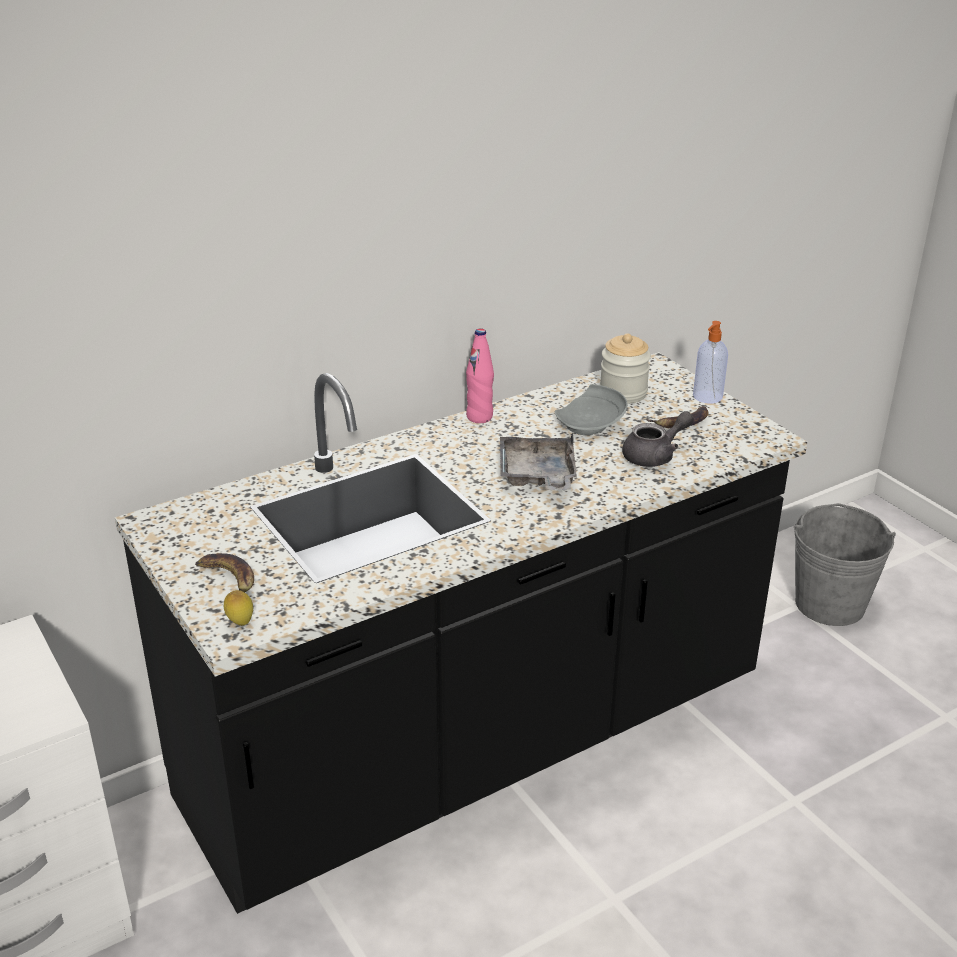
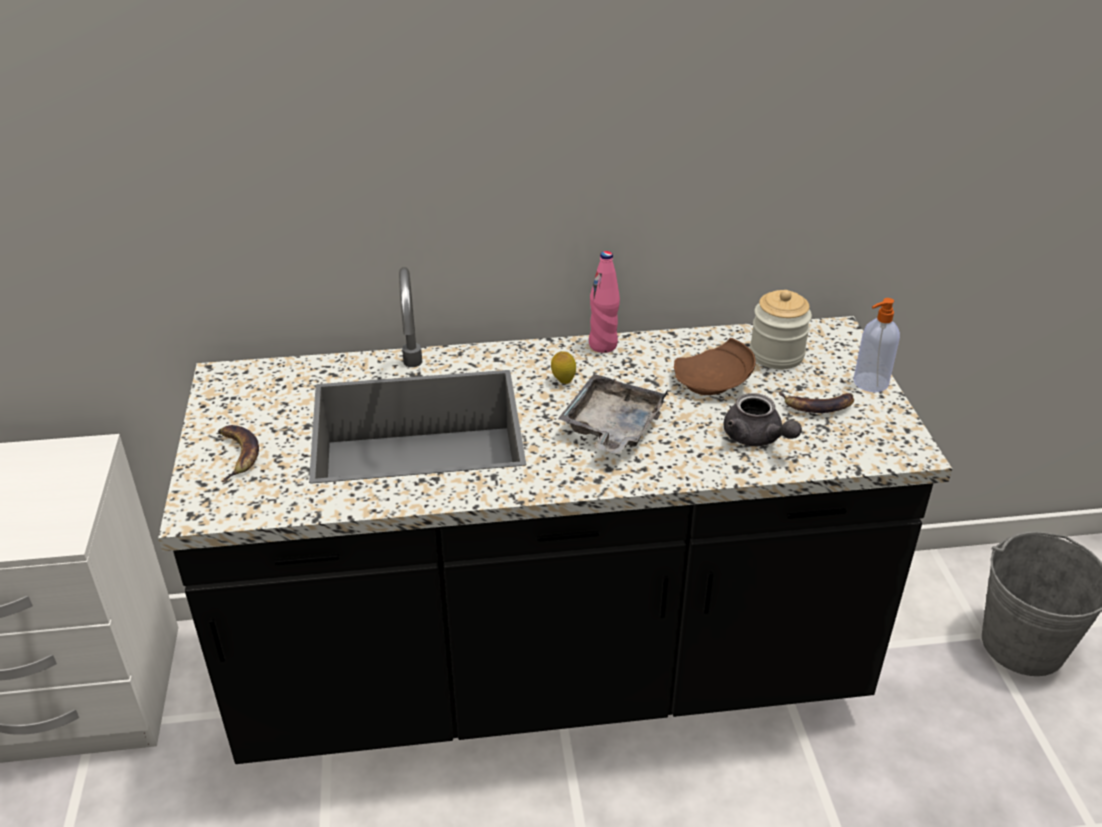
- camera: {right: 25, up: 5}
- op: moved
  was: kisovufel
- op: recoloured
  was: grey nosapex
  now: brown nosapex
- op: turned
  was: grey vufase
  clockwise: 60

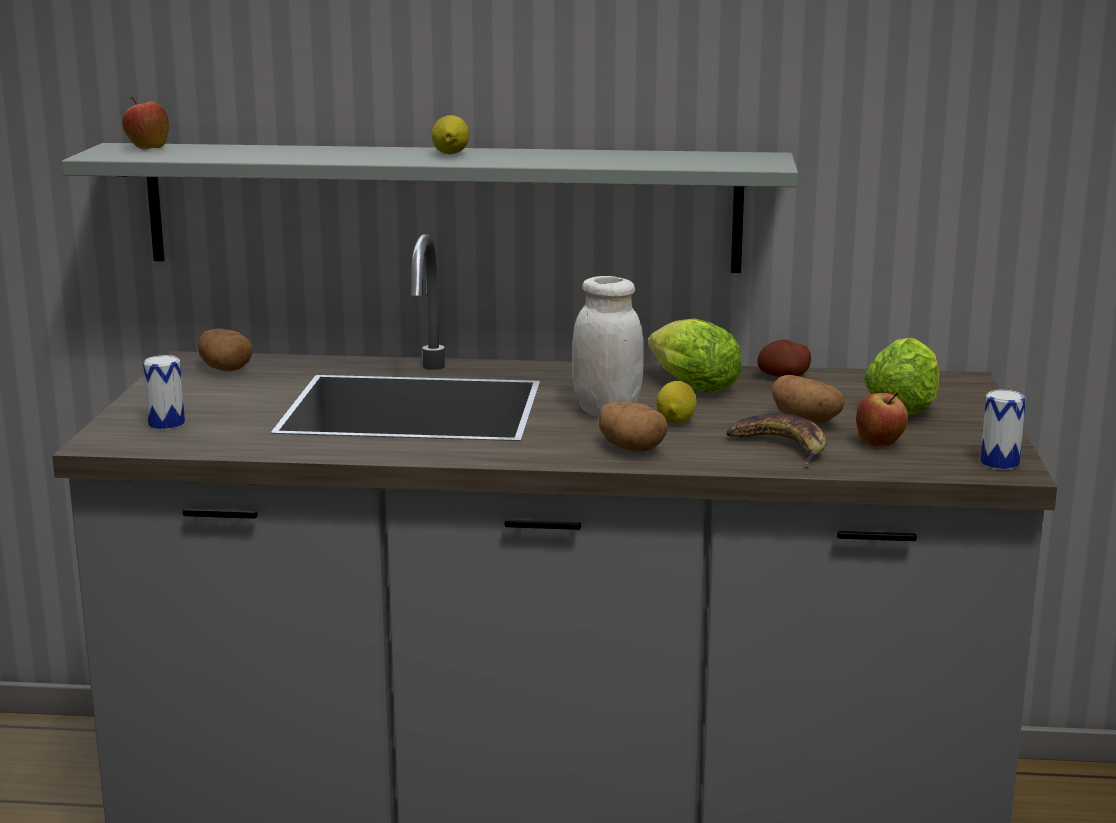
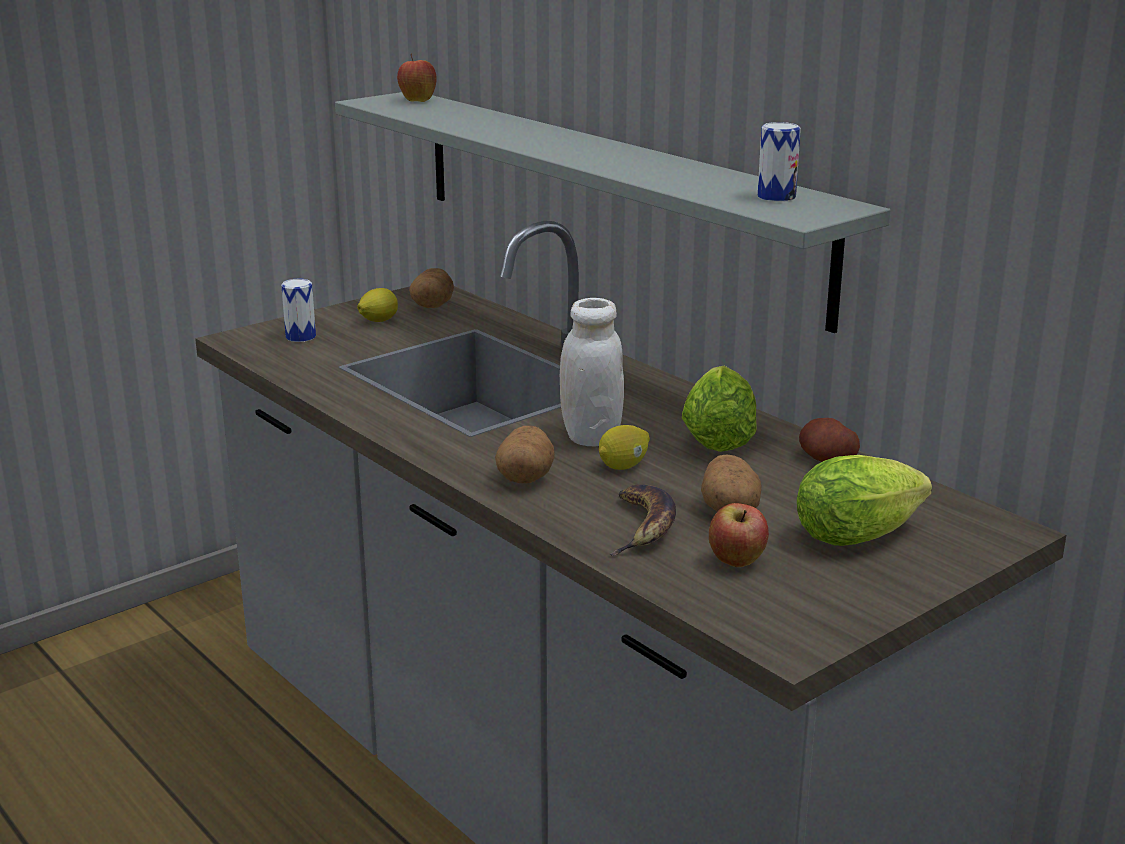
- camera: {right: 45, up: 5}
- op: moved
  was: kisovufel (1st from left)
- op: moved
  was: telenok (2nd from left)

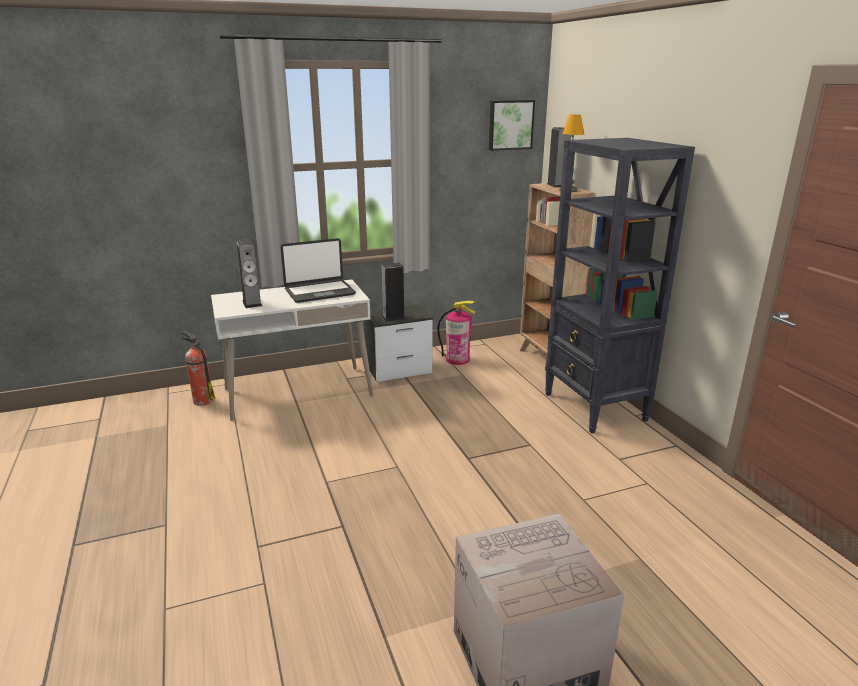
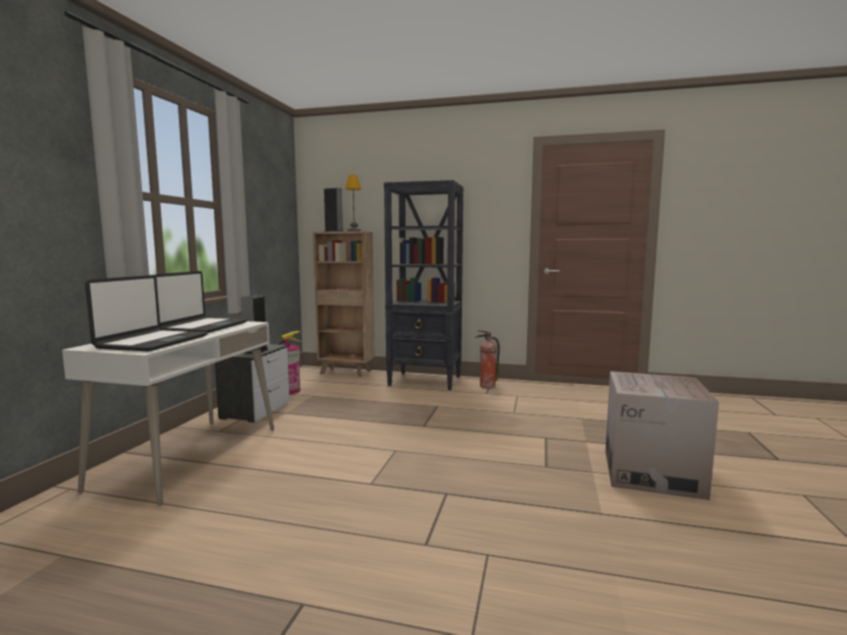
- camera: {right: -55, up: -15}
- op: removed
  was: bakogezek
- op: moved
  was: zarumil (1st from left in the first image)
  now: zarumil (2nd from left)
- op: replaced
  was: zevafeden (1st from left)
  now: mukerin (1st from left)

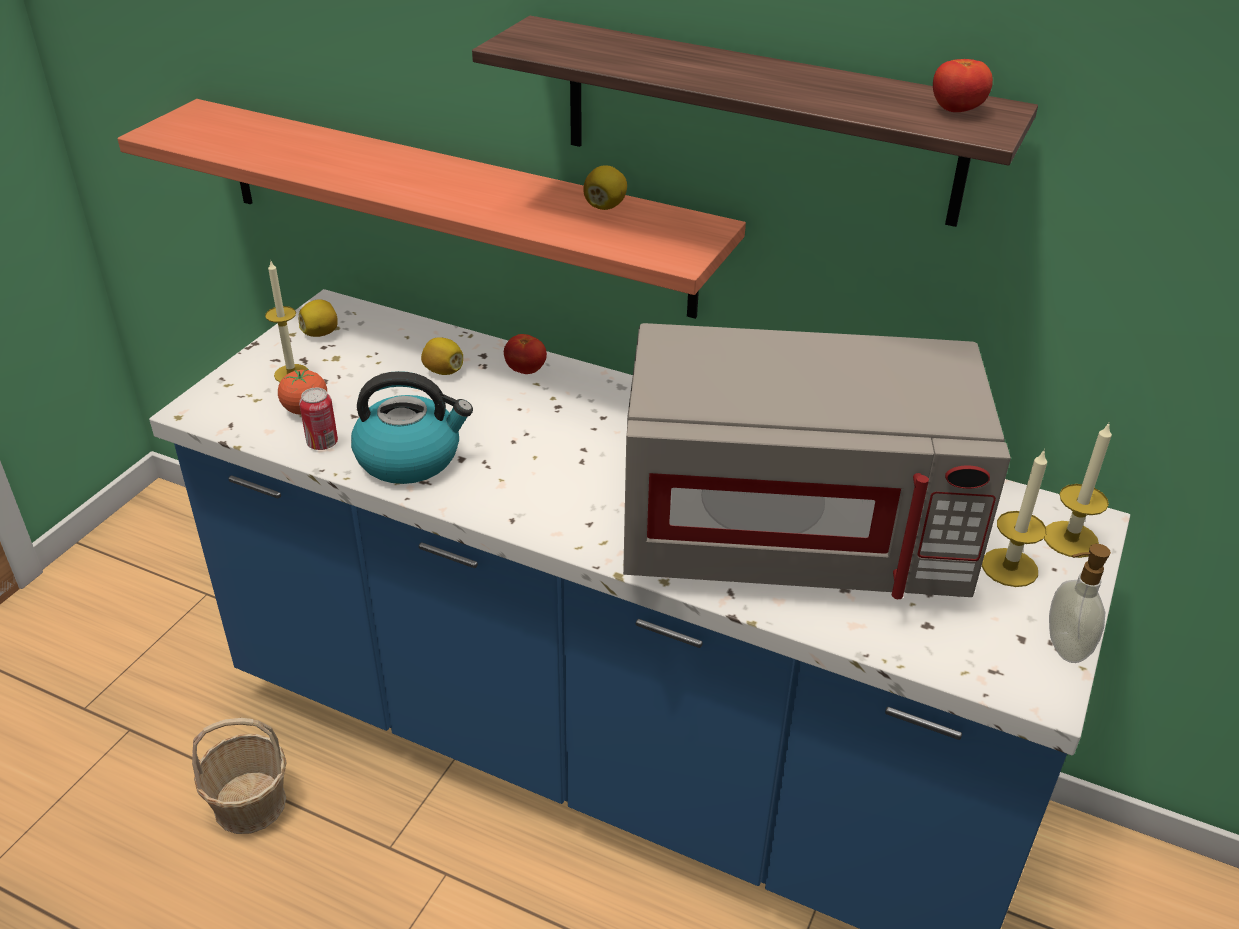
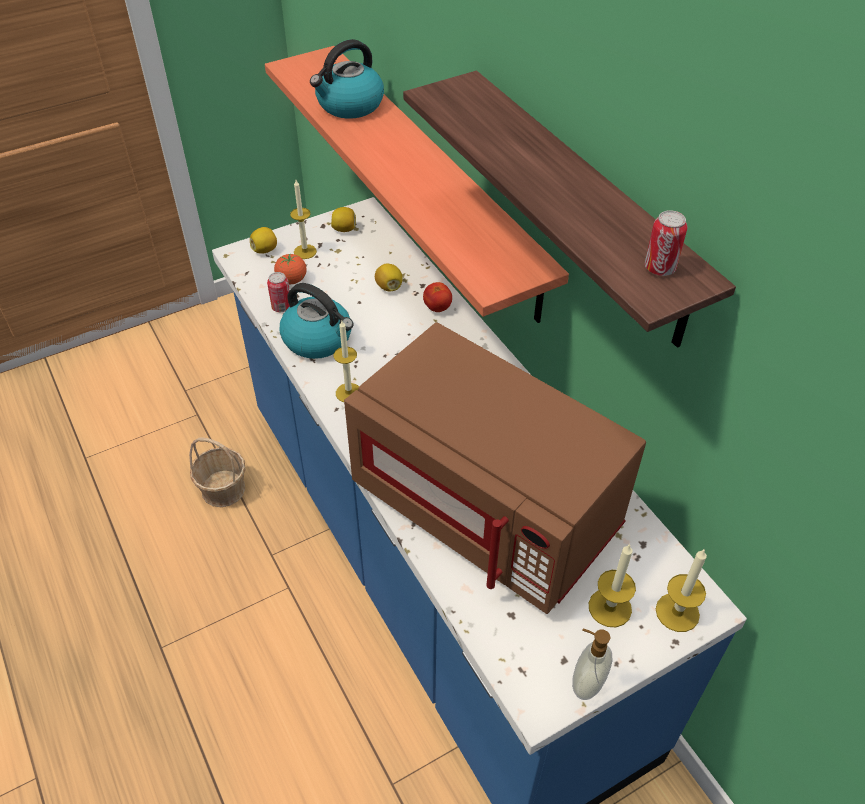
- camera: {right: 35, up: 10}
- op: added
  now: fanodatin (2nd from left)
- op: added
  now: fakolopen (2nd from left)
- op: moved
  was: kisovufel (3rd from left in the first image)
  now: kisovufel (1st from left)
- op: replaced
  was: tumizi (3rd from left)
  now: telenok (2nd from left)
- op: recoloured
  was: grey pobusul
  now: brown pobusul

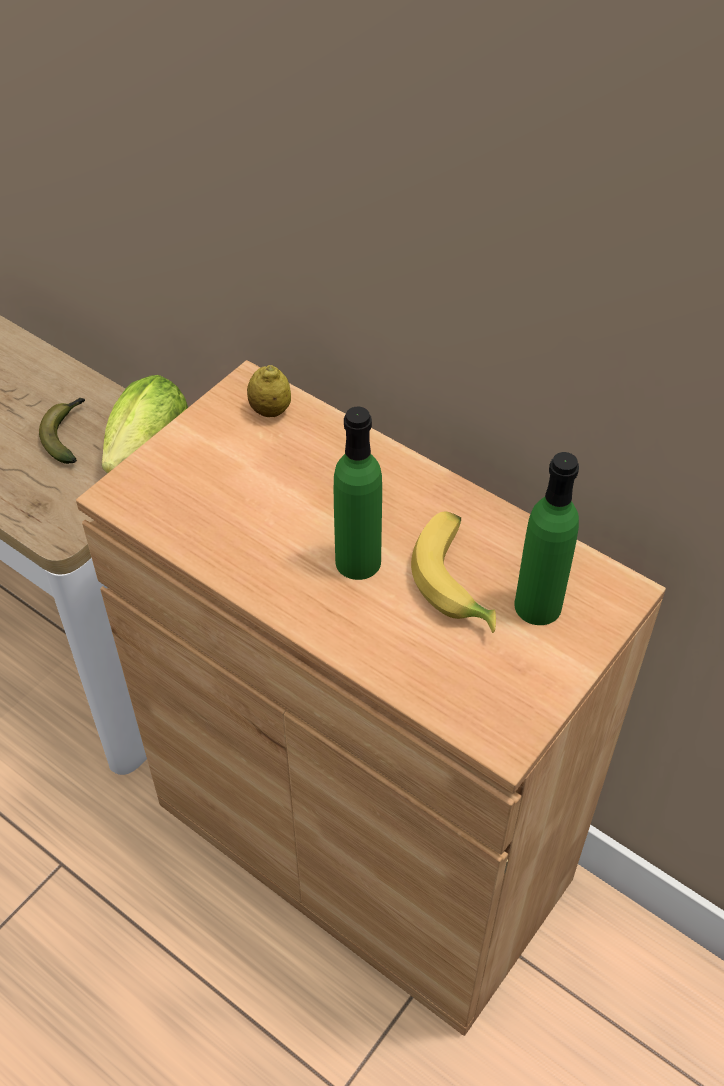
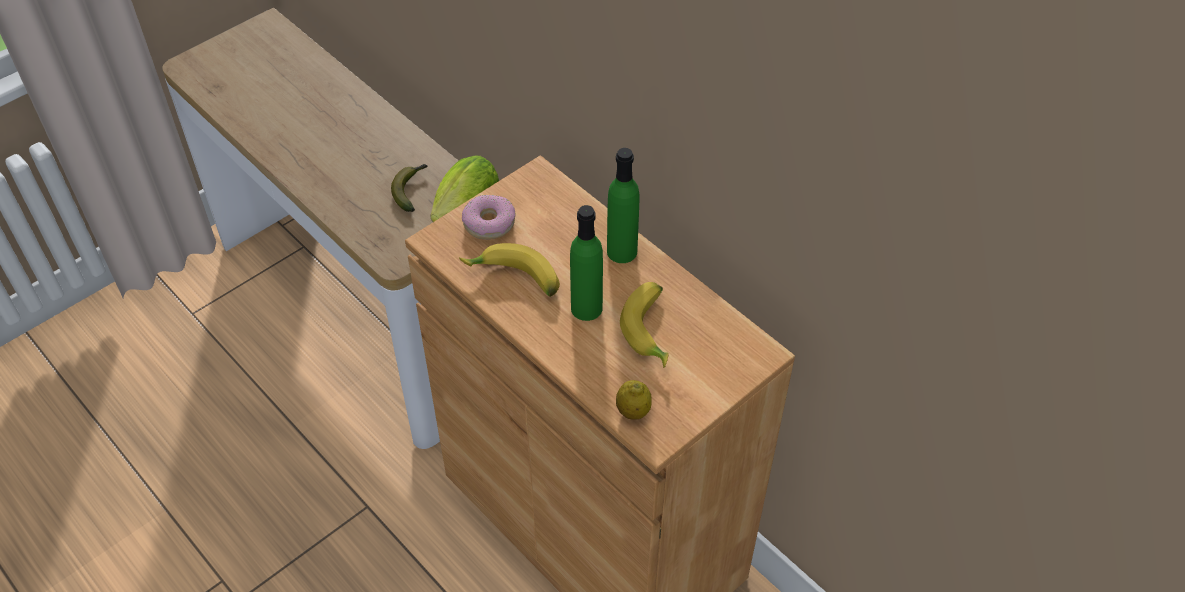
- camera: {right: 10, up: 0}
- op: added
  now: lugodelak (2nd from left)
- op: added
  now: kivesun
- op: moved
  was: kisovufel
- op: moved
  was: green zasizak (2nd from left)

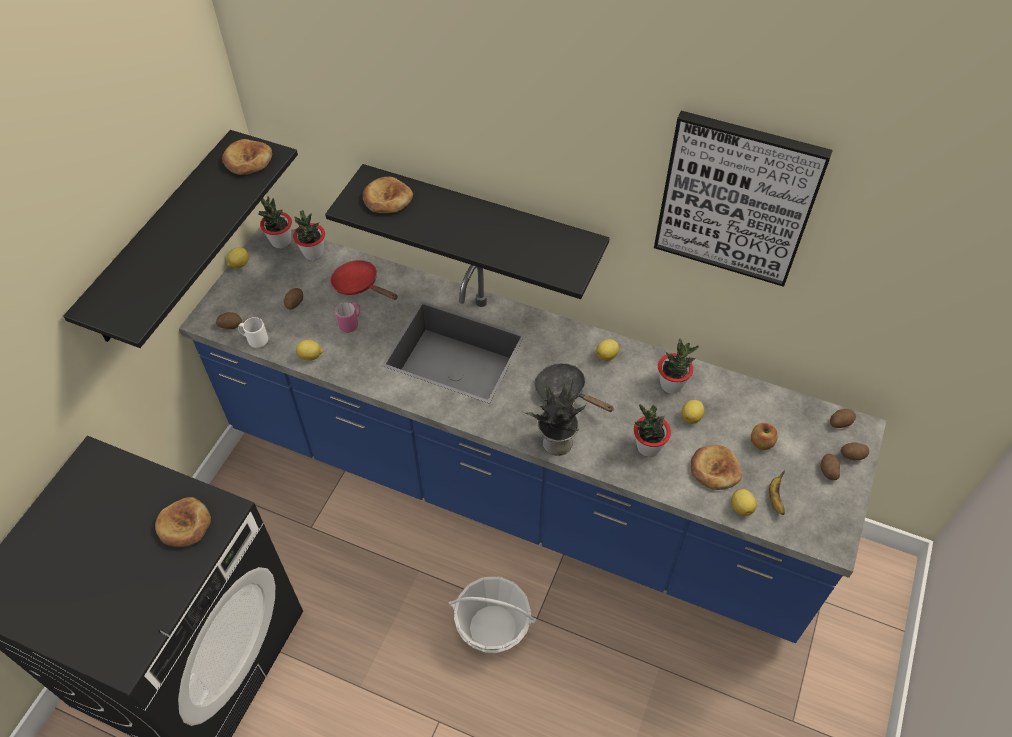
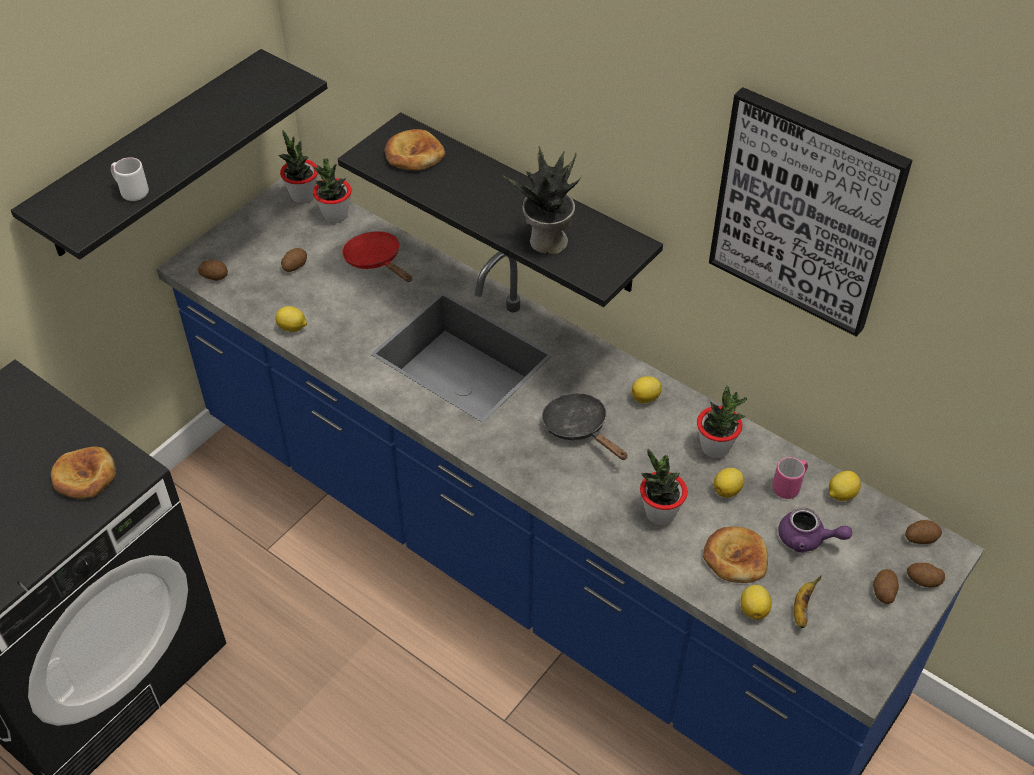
- camera: {right: 15, up: -5}
- op: removed
  was: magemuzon (2nd from left)
- op: removed
  was: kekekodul
- op: moved
  was: kisovufel (1st from left in the first image)
  now: kisovufel (5th from left)
- op: moved
  was: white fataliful
- op: moved
  was: pink fataliful
- op: moved
  was: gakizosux (3rd from left)
- op: replaced
  was: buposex
  now: purple vufase

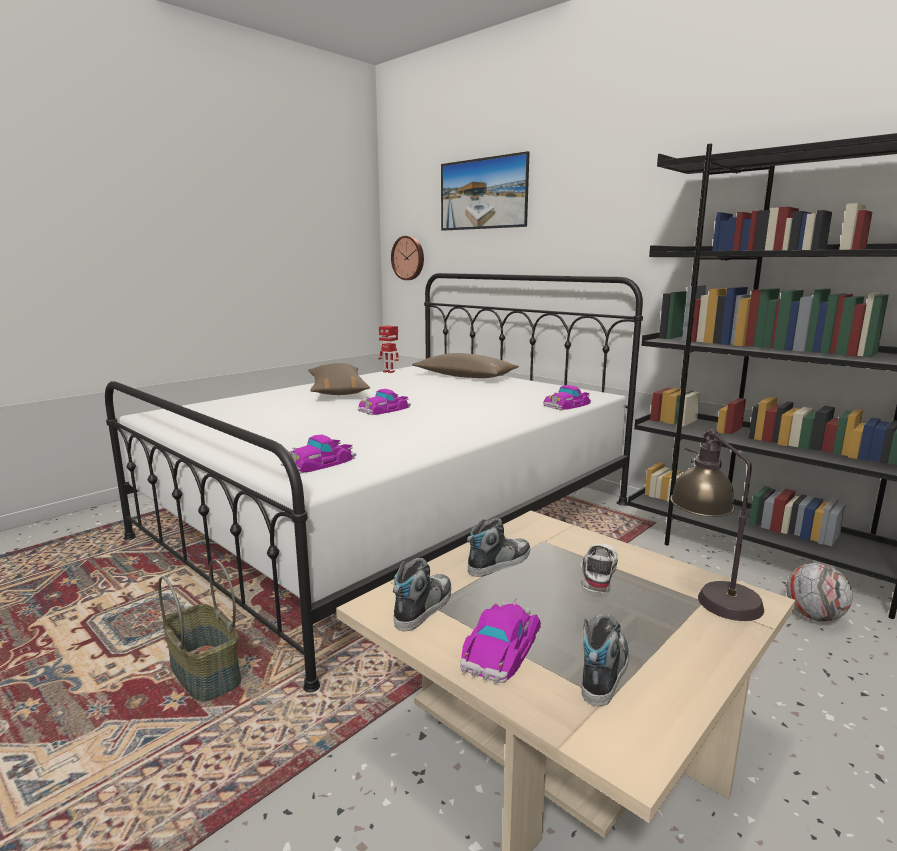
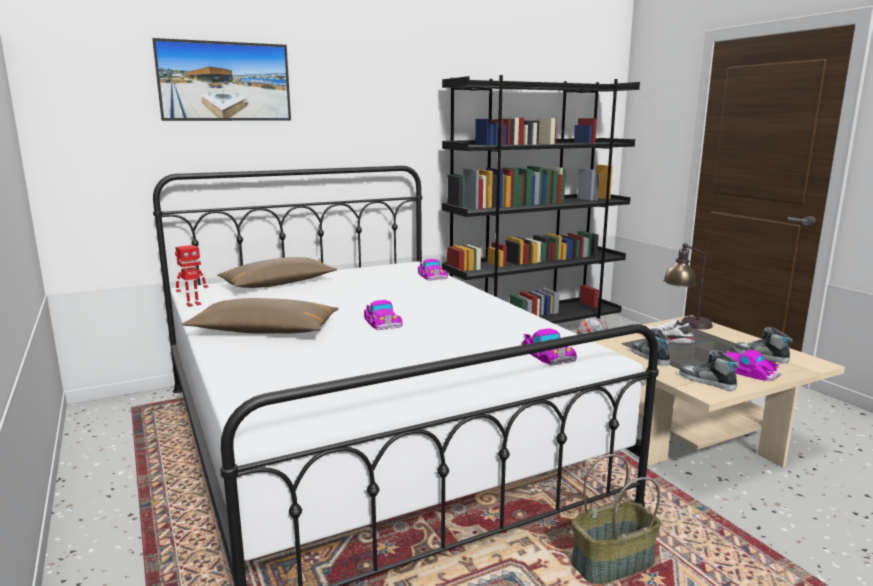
- camera: {right: -70, up: 0}
- op: removed
  was: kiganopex

